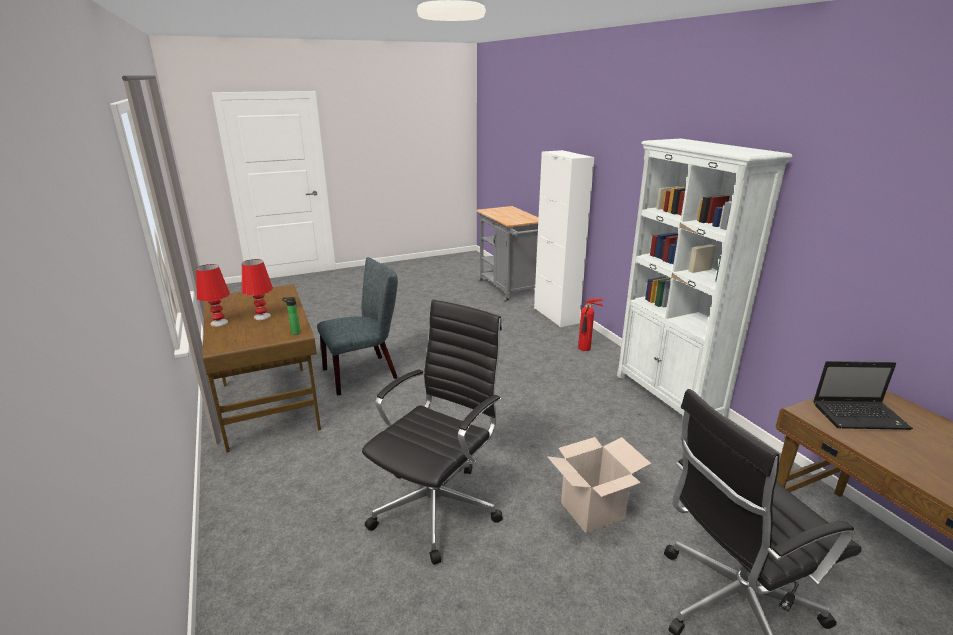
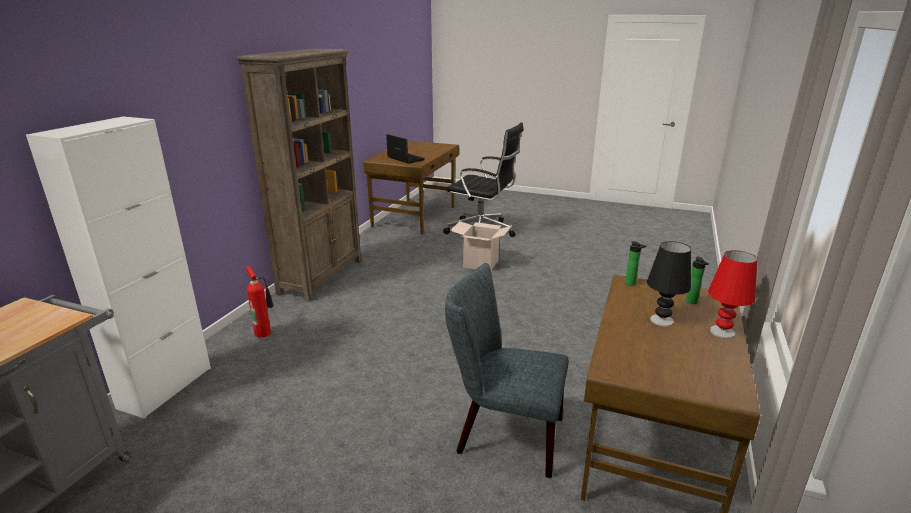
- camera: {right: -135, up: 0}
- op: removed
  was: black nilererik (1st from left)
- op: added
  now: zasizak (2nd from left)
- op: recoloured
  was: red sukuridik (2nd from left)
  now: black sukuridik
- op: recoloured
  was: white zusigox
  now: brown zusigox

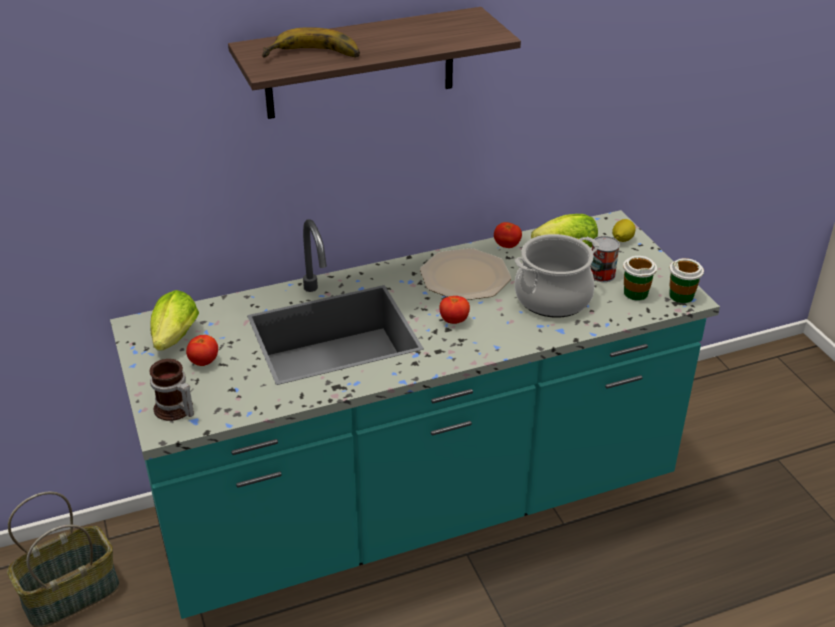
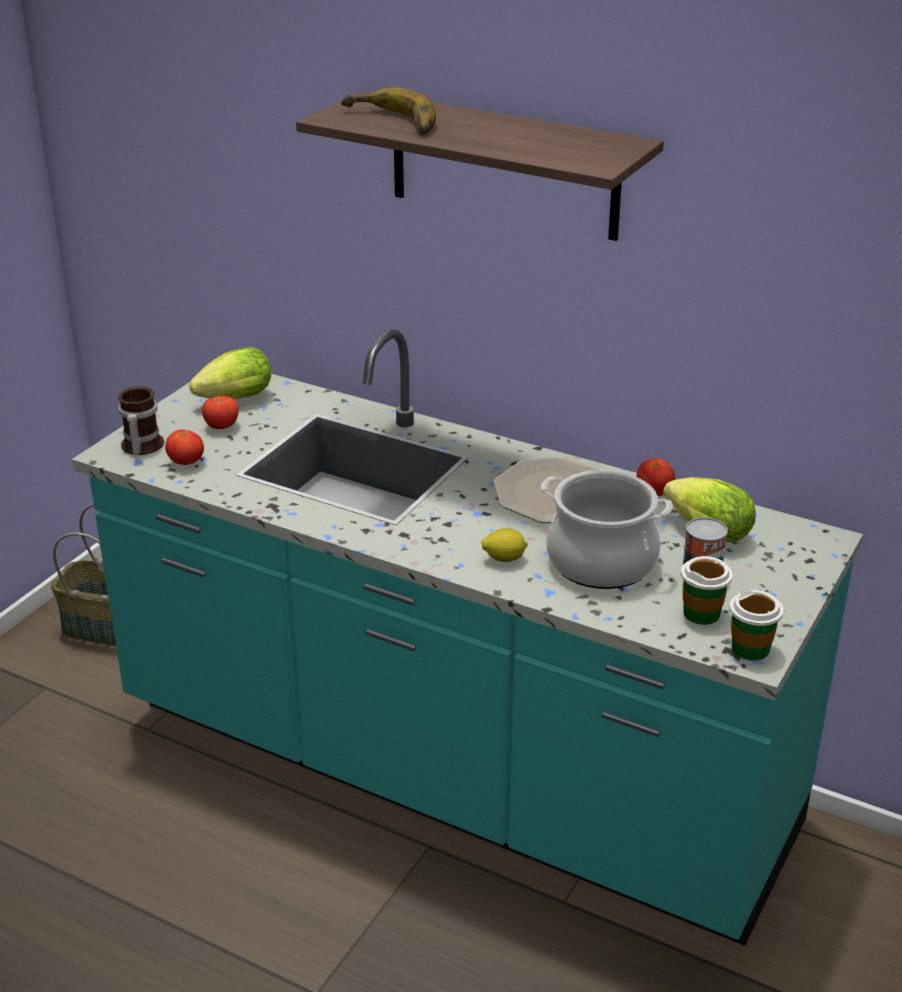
- camera: {right: 50, up: -5}
- op: moved
  was: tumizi (2nd from left in the first image)
  now: tumizi (1st from left)
- op: moved
  was: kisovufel

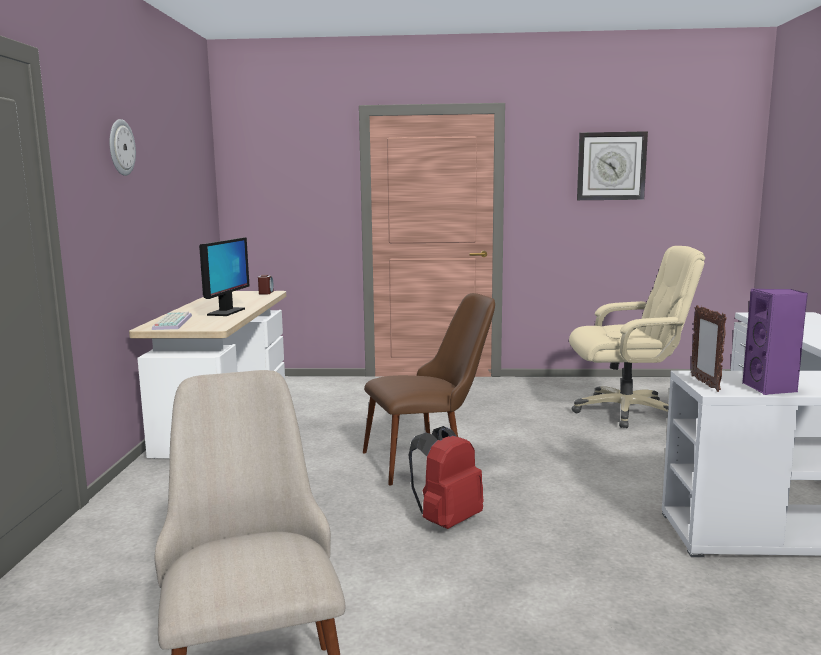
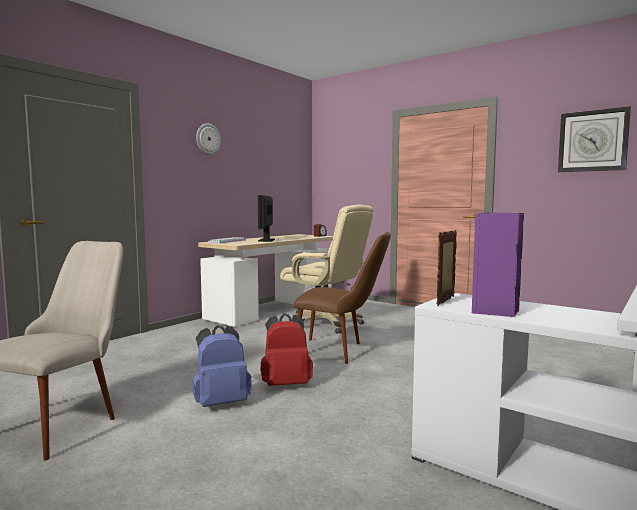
- camera: {right: 35, up: -5}
- op: added
  now: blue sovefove
- op: moved
  was: beige nilererik
- op: turned
  was: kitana
  clockwise: 135

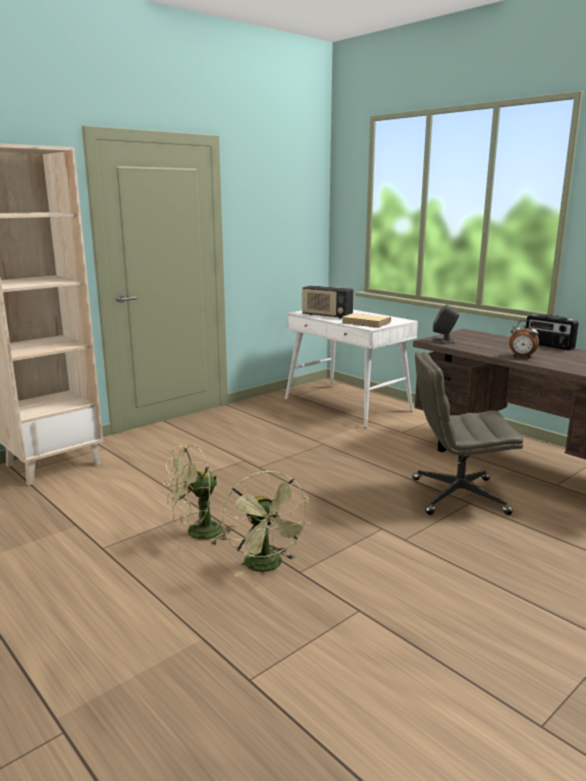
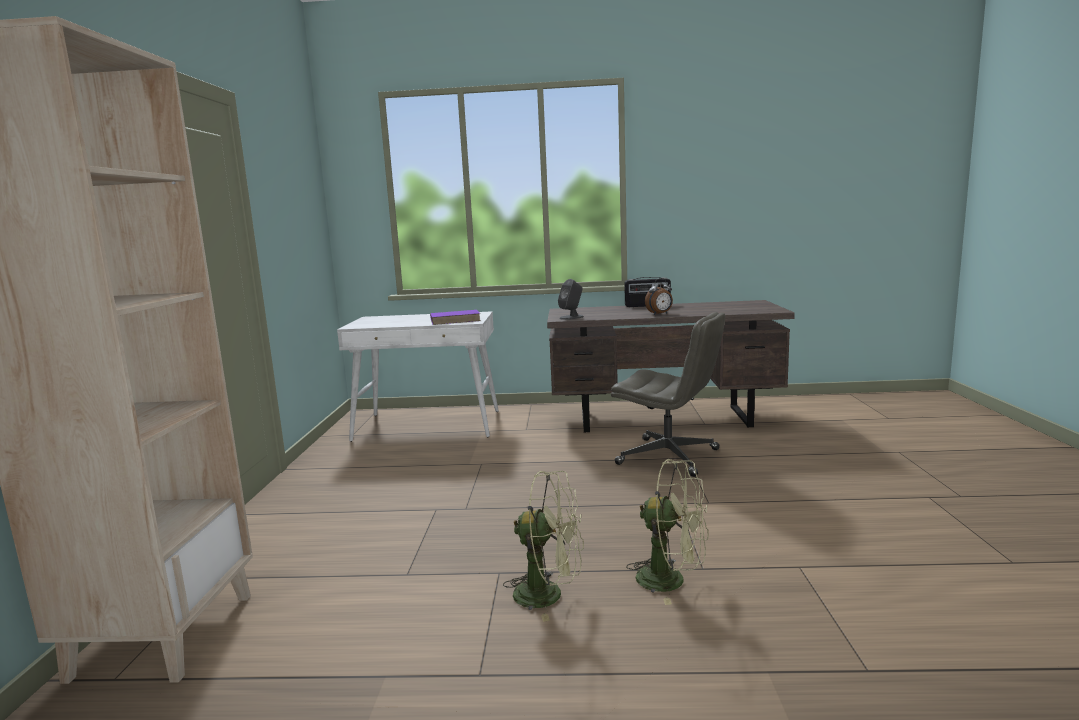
- camera: {right: -45, up: -5}
- op: removed
  was: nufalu (1st from left)
- op: recoloured
  was: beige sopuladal
  now: purple sopuladal
- op: turned
  was: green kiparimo (1st from left)
  clockwise: -90
- op: turned
  was: grey nilererik
  clockwise: -105

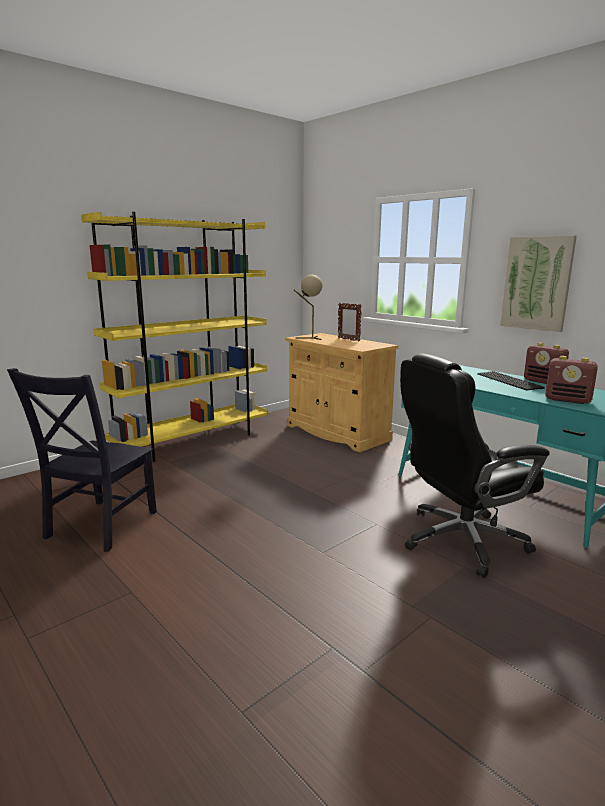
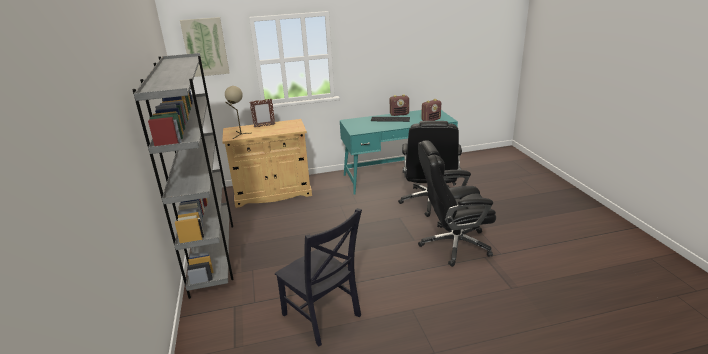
- camera: {right: -60, up: 10}
- op: added
  now: black nilererik (2nd from left)
- op: moved
  was: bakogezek
- op: recoloured
  was: yellow zusigox
  now: grey zusigox

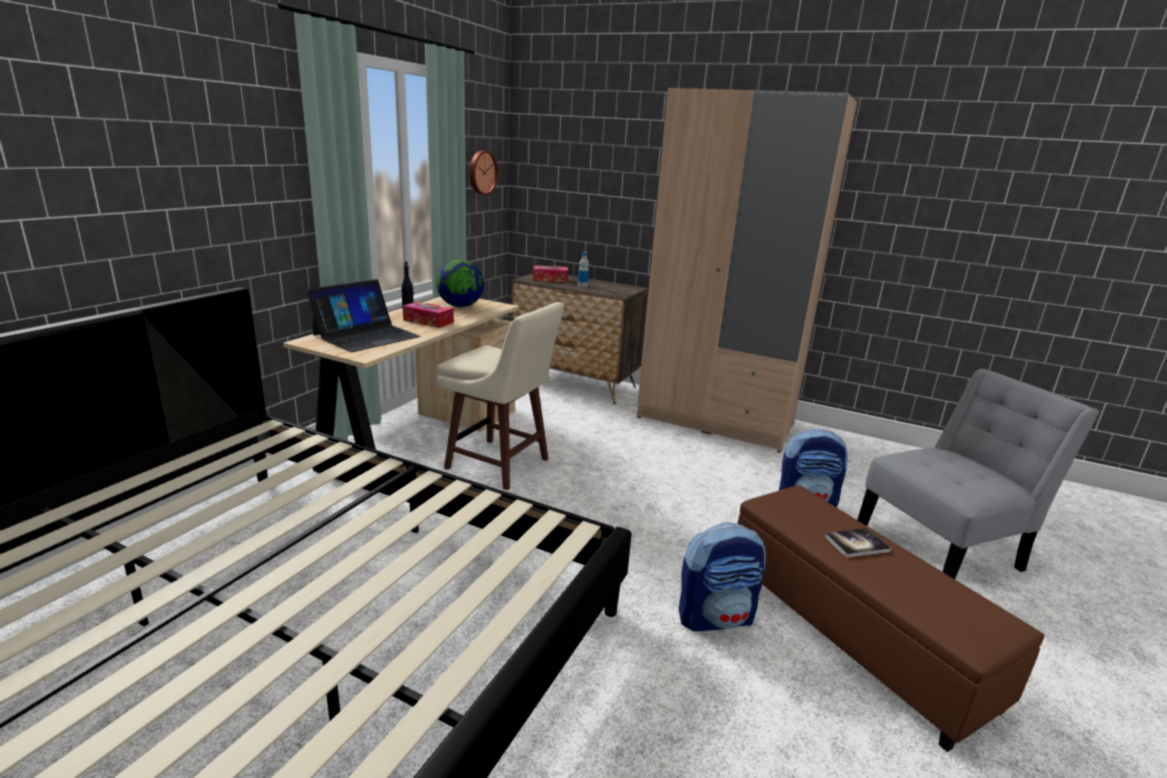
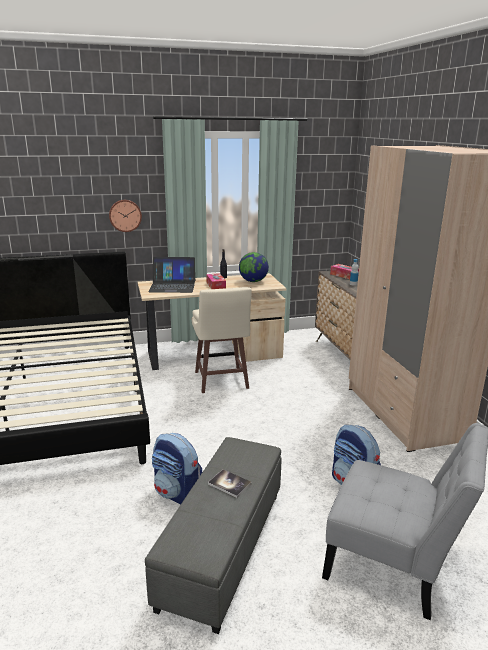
- camera: {right: 50, up: 0}
- op: moved
  was: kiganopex
- op: recoloured
  was: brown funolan
  now: grey funolan

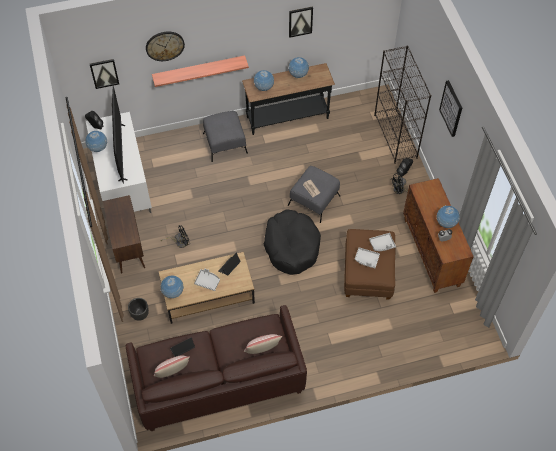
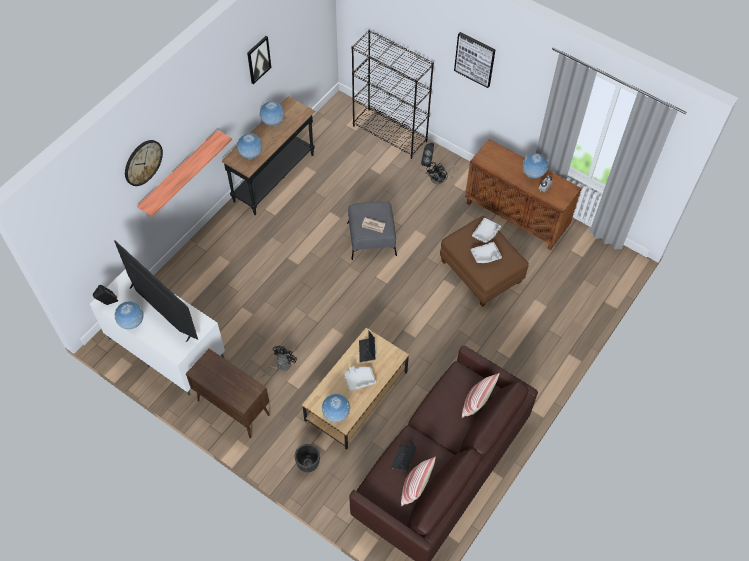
- camera: {right: -40, up: 0}
- op: removed
  was: bakogezek (1st from left)
- op: removed
  was: grey funolan (1st from left)
- op: removed
  was: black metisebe

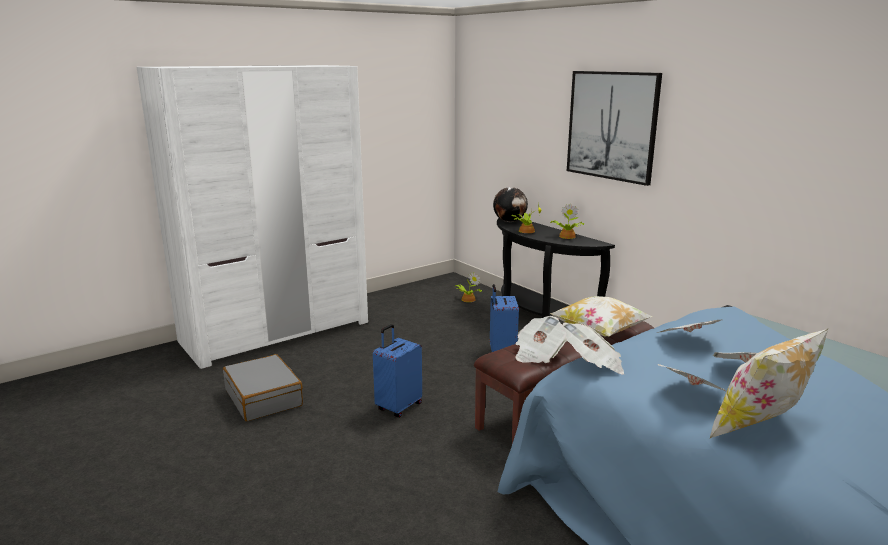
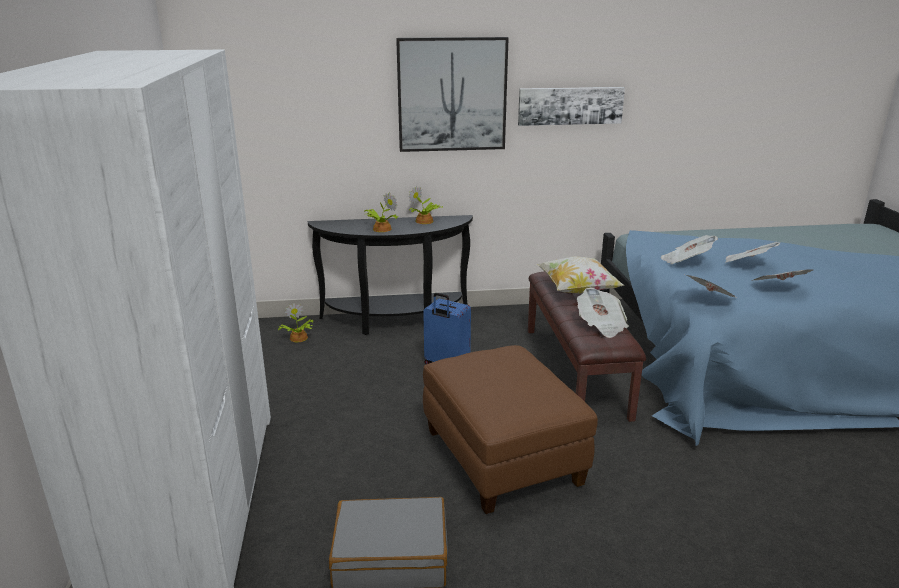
- camera: {right: -60, up: 5}
- op: removed
  was: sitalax
- op: removed
  was: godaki (2nd from left)
- op: added
  now: bakogezek (2nd from left)
- op: replaced
  was: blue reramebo (1st from left)
  now: brown funolan

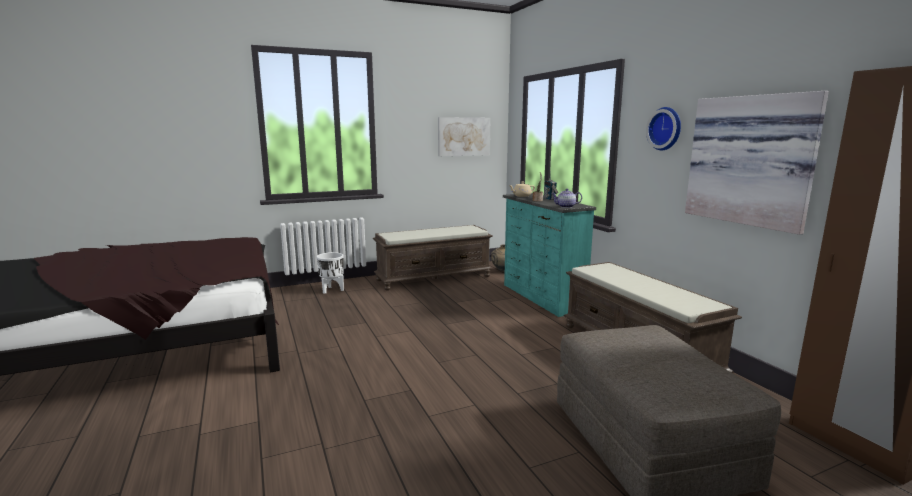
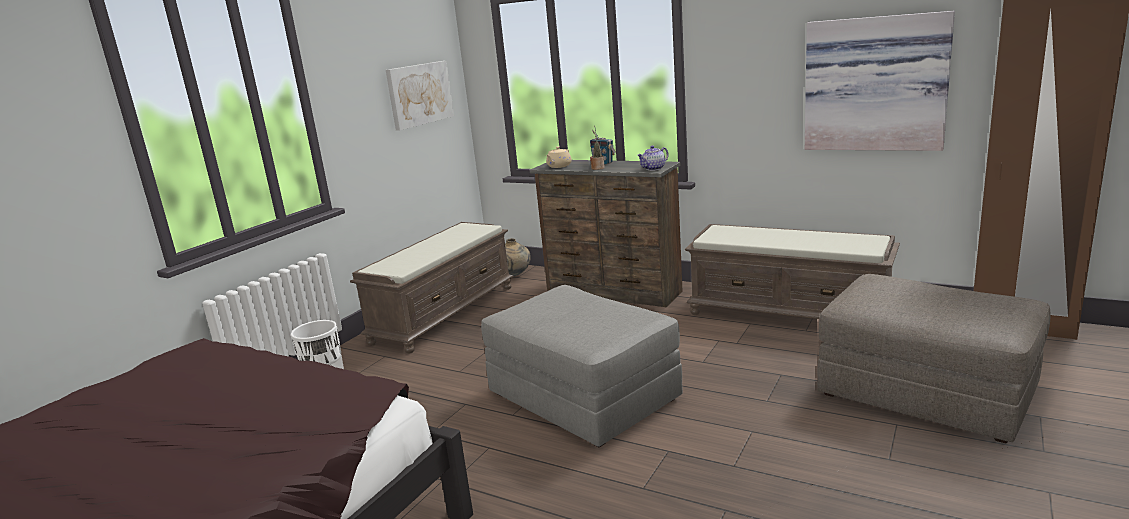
- camera: {right: -35, up: 5}
- op: removed
  was: kiganopex
- op: added
  now: grey funolan (1st from left)
- op: recoloured
  was: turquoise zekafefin
  now: brown zekafefin

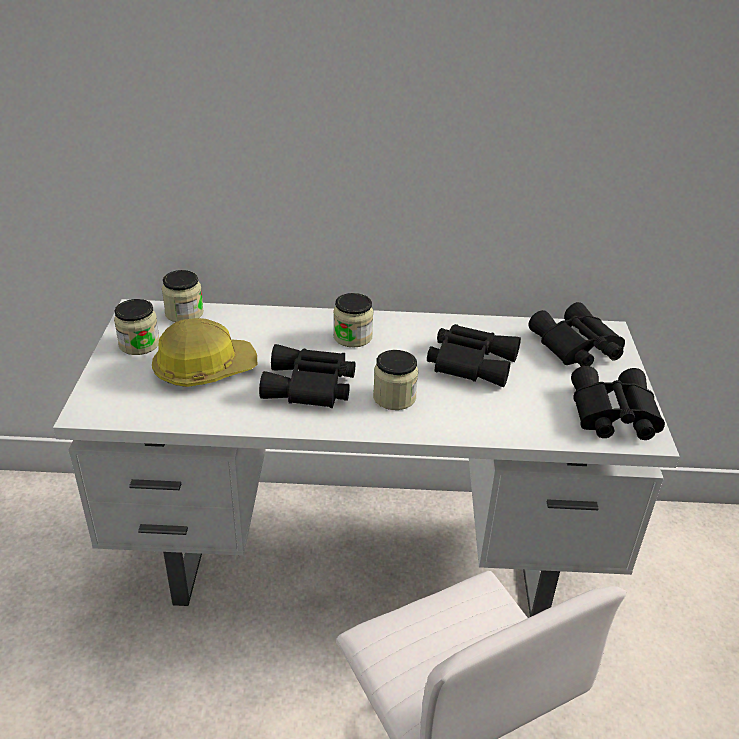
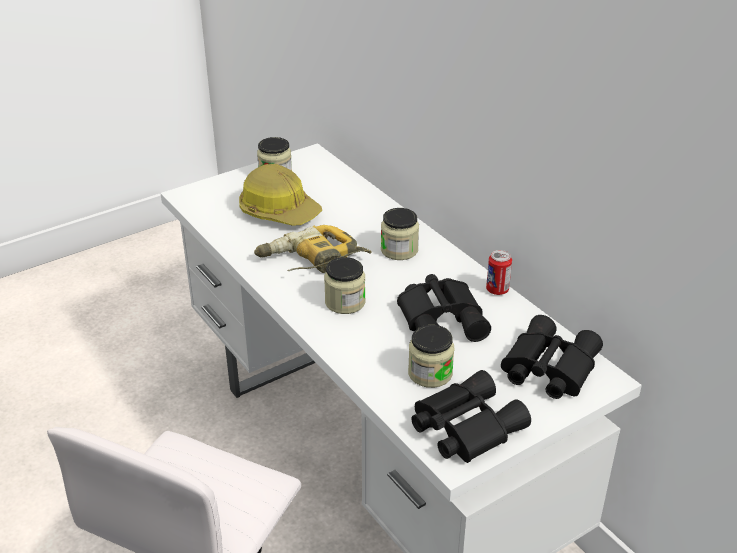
- camera: {right: 55, up: 0}
- op: added
  now: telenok
- op: moved
  was: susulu (2nd from left in the first image)
  now: susulu (4th from left)
- op: replaced
  was: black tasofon (1st from left)
  now: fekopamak

